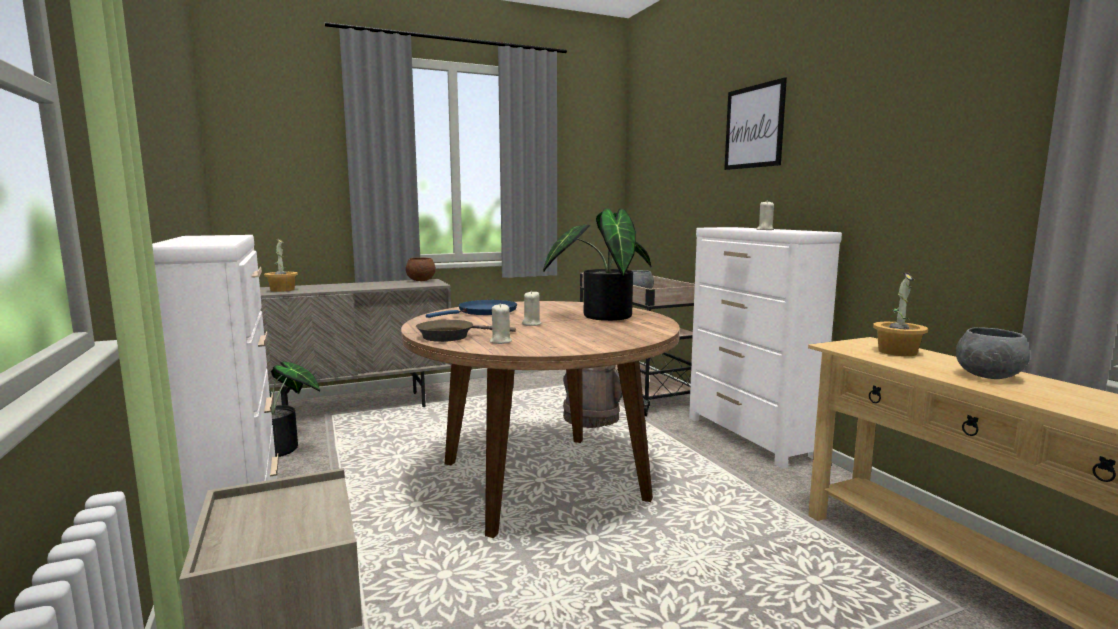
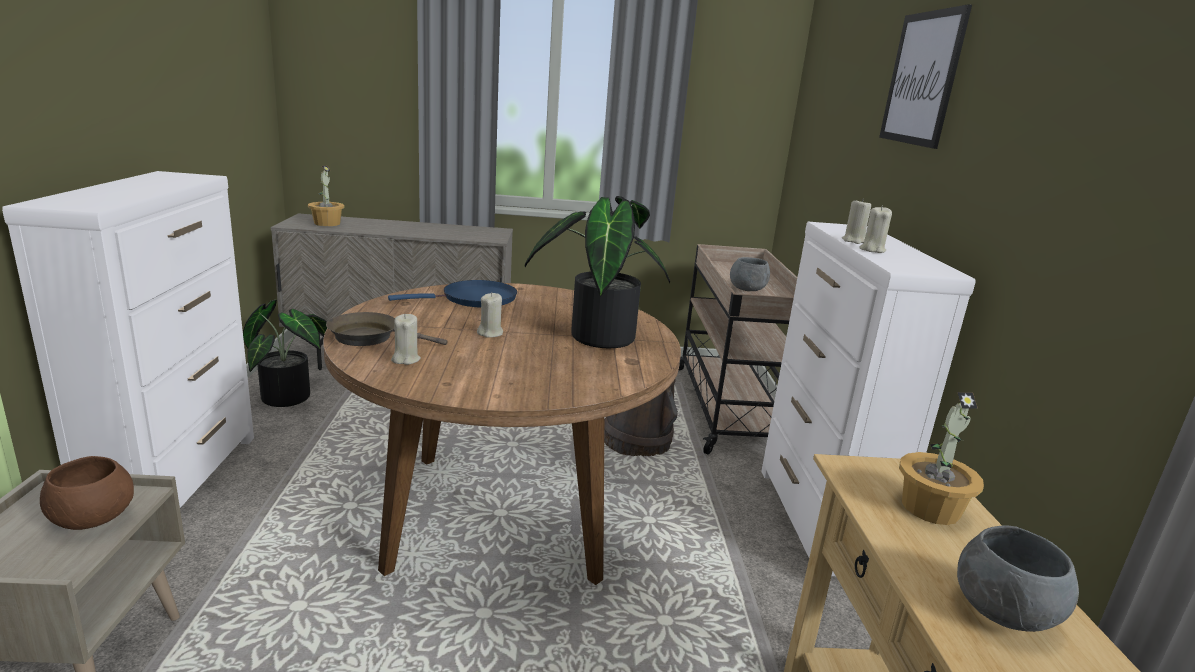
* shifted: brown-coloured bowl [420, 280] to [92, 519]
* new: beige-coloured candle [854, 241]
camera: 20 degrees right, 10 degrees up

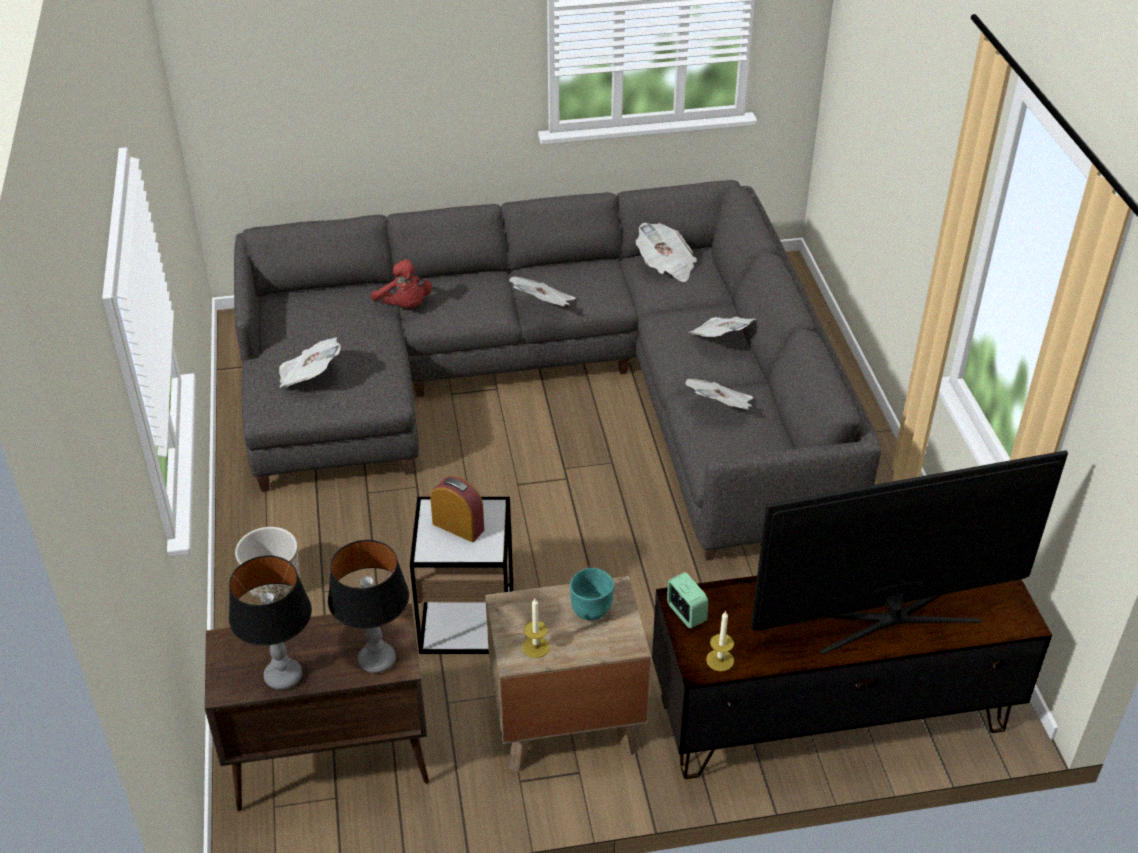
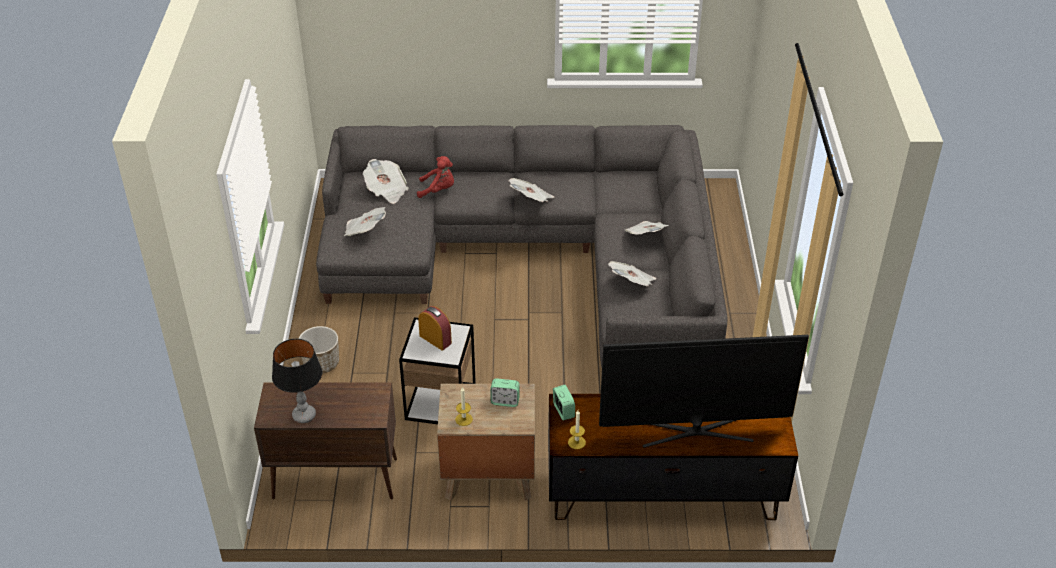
* shifted: newspaper [666, 266] to [386, 190]
* rotated: red soft toy [404, 306] = [438, 190] 60 degrees counterclockwise
* swapped: blue-green bowl [591, 609] to alarm clock [505, 401]
* gone: lamp for a table [377, 660]
camera: 10 degrees right, 0 degrees up

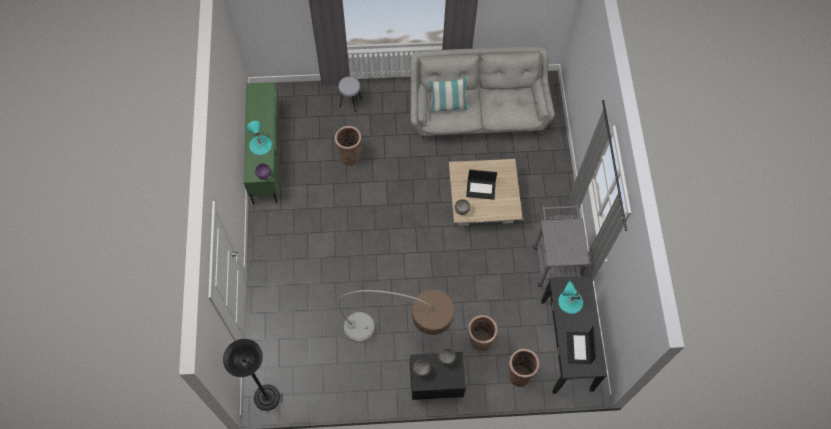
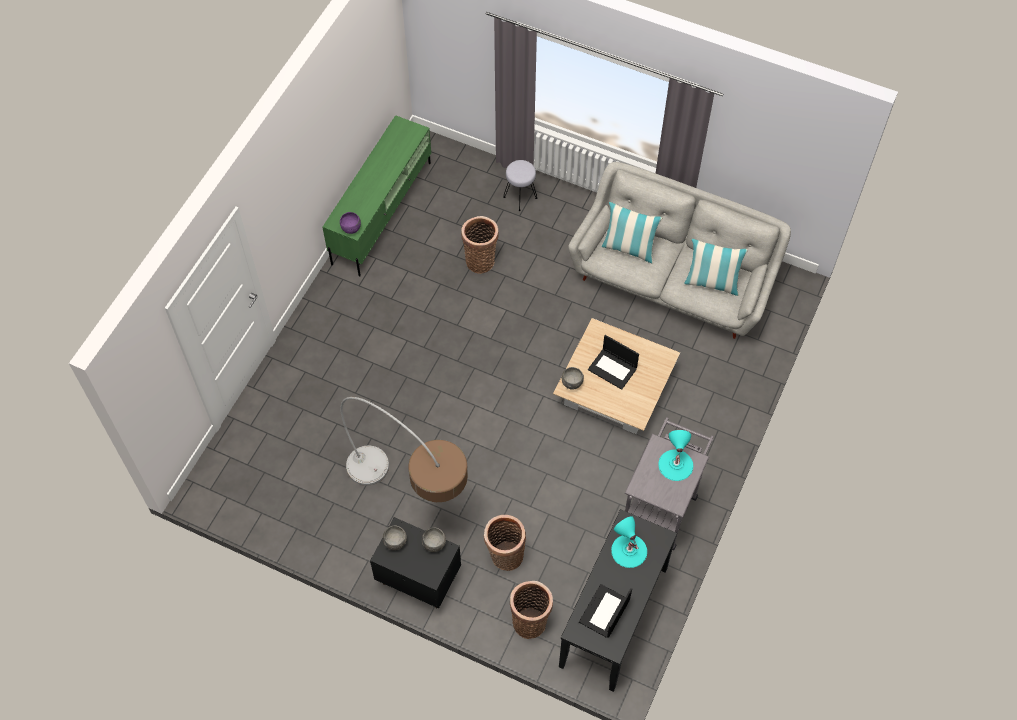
* shifted: blue-green lamp for a table [260, 145] to [675, 465]
* new: throw pillow [712, 283]
* gone: black standing lamp [267, 398]
camera: 30 degrees right, 5 degrees down

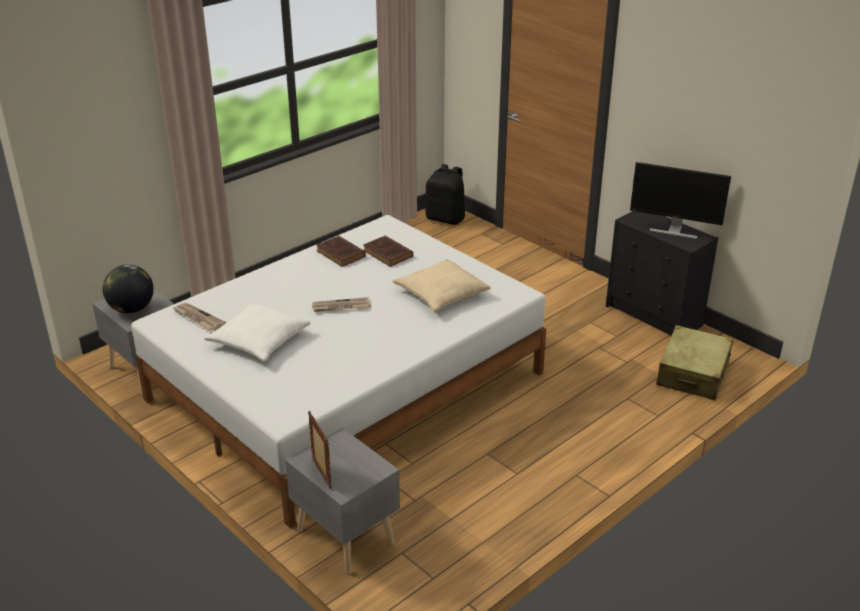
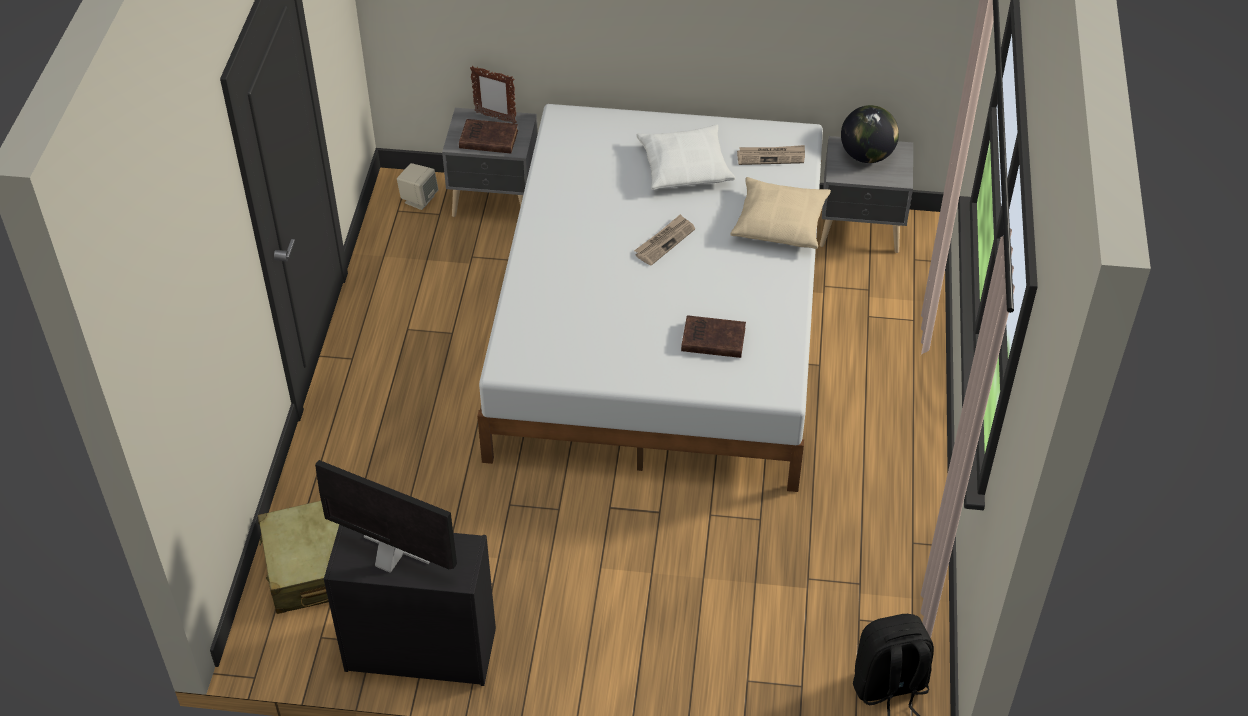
* rotated: monitor [674, 230] = [392, 557] 45 degrees clockwise
* new: beige-coloured loudspeaker [419, 199]
* shifted: brown-coloured bound book [341, 254] to [487, 139]
* shifted: beige-coloured throw pillow [441, 294] to [780, 222]
camera: 140 degrees right, 15 degrees up

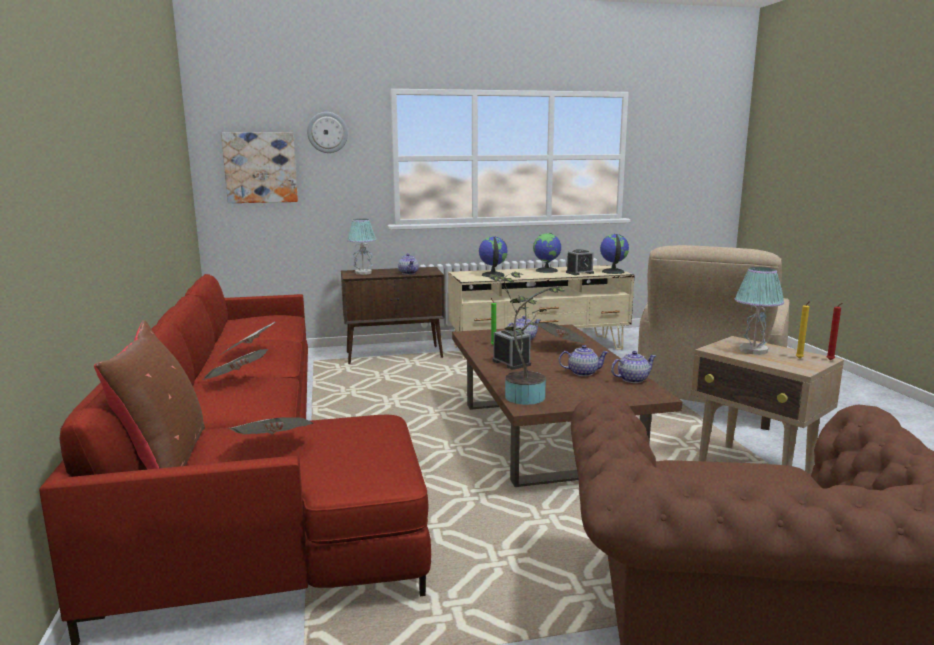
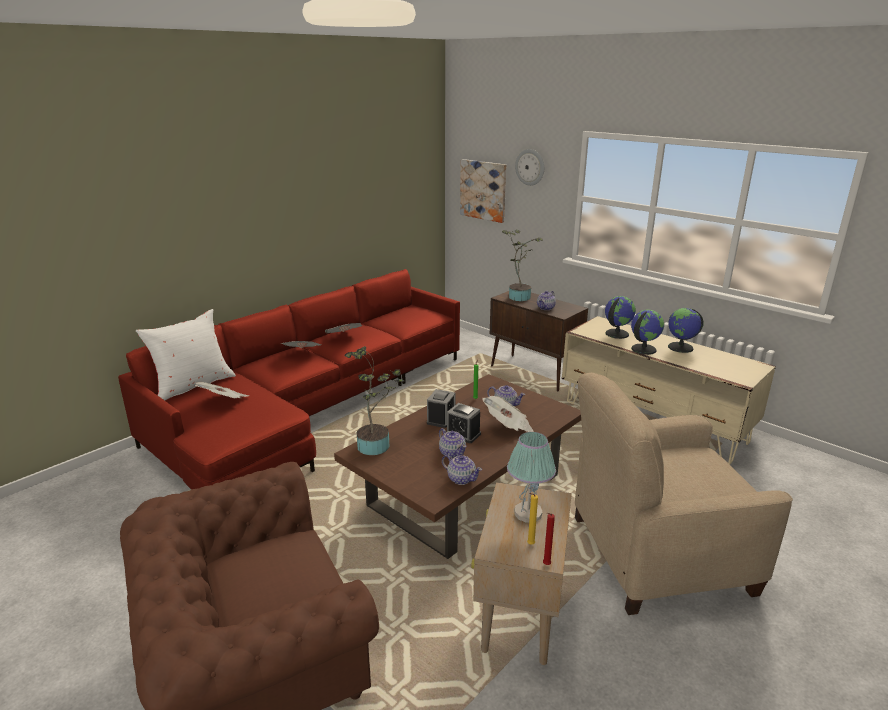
* repainted: brown-coloured throw pillow [165, 461] to whitish throw pillow [193, 385]
* shifted: alarm clock [579, 273] to [463, 434]
* swapped: lamp for a table [363, 273] to potted plant [519, 296]
* shifted: desk globe [612, 271] to [643, 349]
camera: 55 degrees right, 10 degrees up

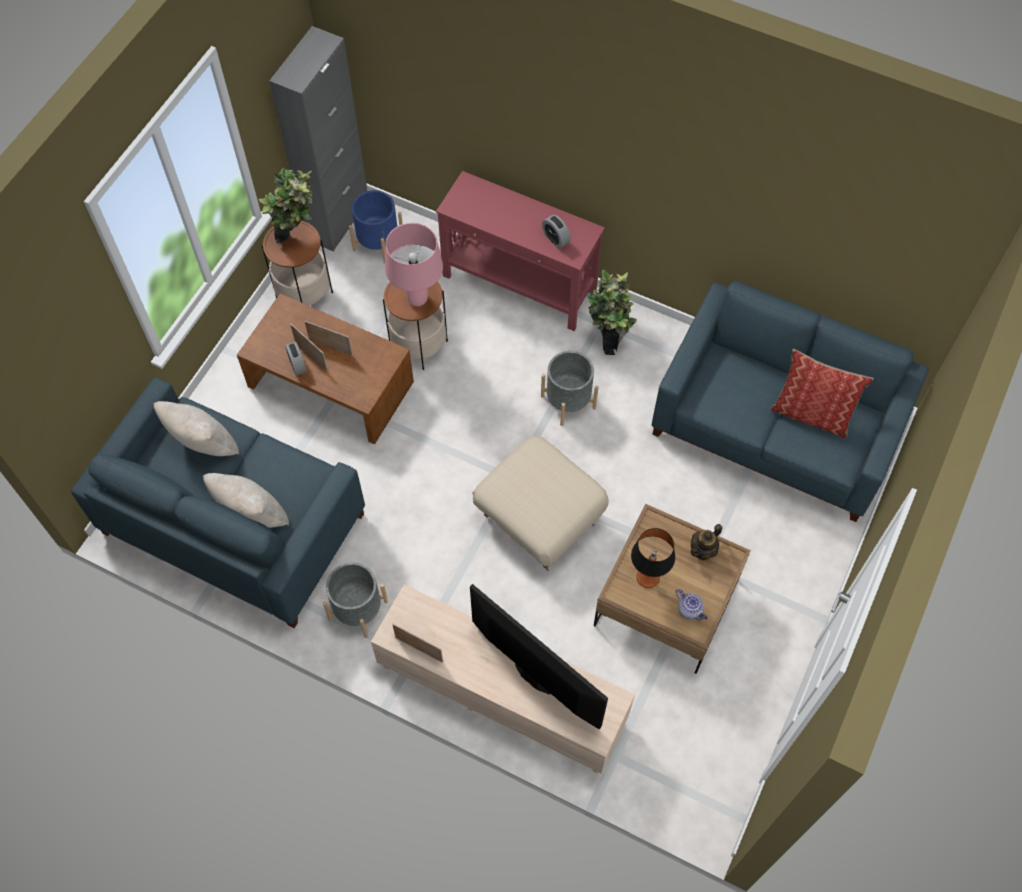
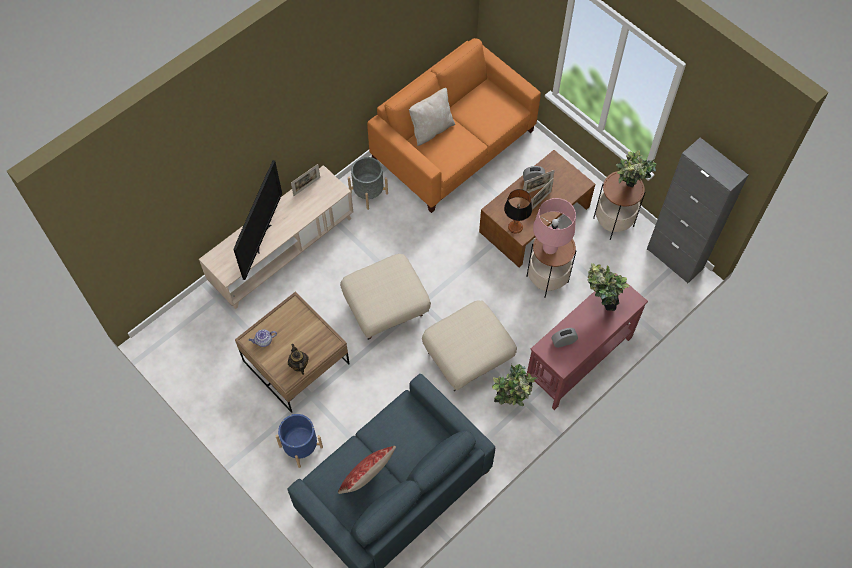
* rotated: television [533, 678] = [261, 238] 45 degrees counterclockwise
* shifted: bluish flower pot [378, 243] to [301, 446]
* repainted: bluish settee [234, 522] to orange-coloured settee [454, 145]
* swapped: grey flower pot [568, 402] to beige-coloured footrest [467, 357]
* shifted: lamp for a table [648, 577] to [515, 227]
* new: potted plant [599, 306]
* gone: beige-coloured throw pillow [203, 445]
camera: 110 degrees right, 0 degrees up

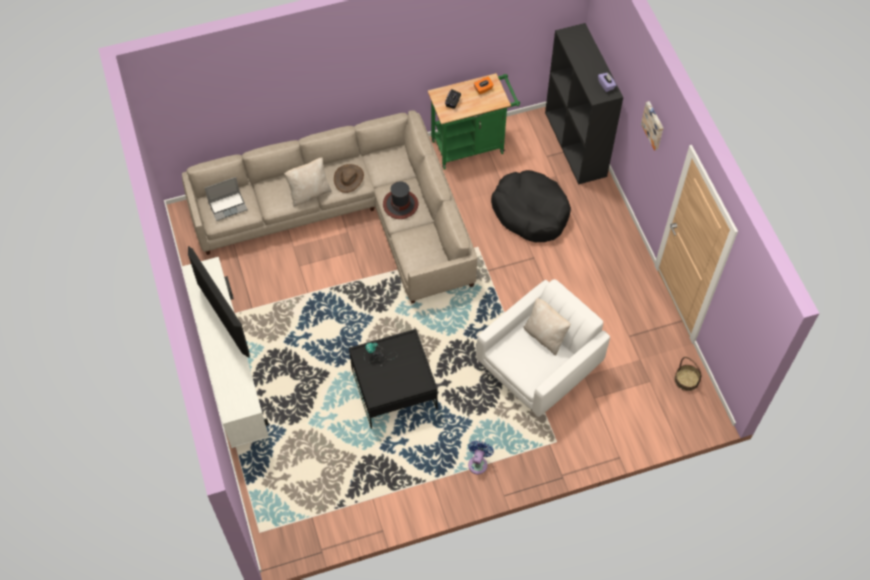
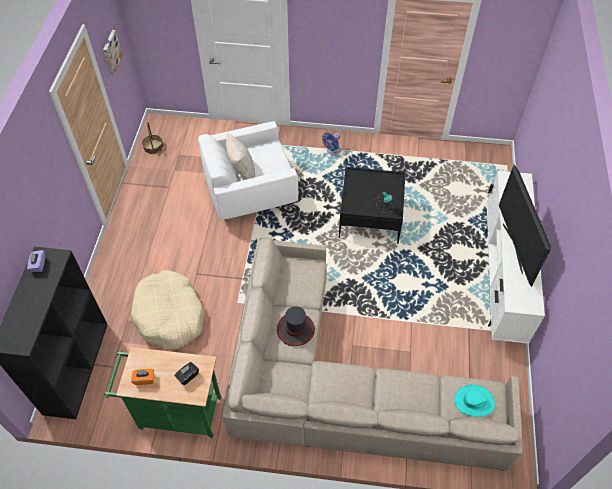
* shifted: wall art [653, 125] to [111, 52]
* repainted: black dog cushion [530, 212] to beige-coloured dog cushion [169, 315]
* swapped: portable computer [228, 206] to blue-green clothing hat [474, 402]
* gone: beige-coloured throw pillow [309, 193]
* gone: brown-coloured clothing hat [348, 178]
camera: 155 degrees left, 5 degrees down

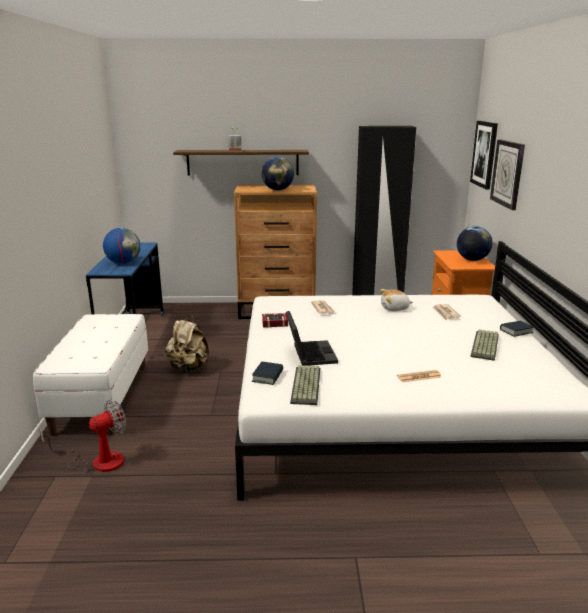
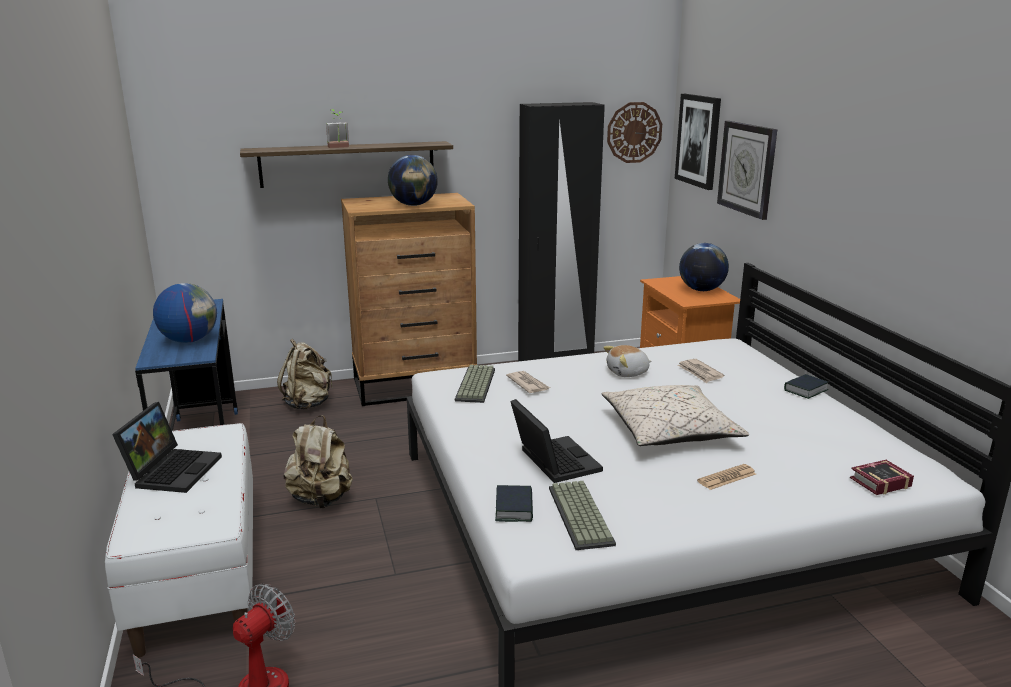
* new: portable computer [173, 470]
* new: beige-coloured knapsack [308, 404]
* shifted: keyboard [486, 346] to [477, 385]
* new: beige-coloured throw pillow [669, 431]
* new: clock on the wall [634, 132]
* shifted: bound book [273, 323] to [877, 482]
camera: 15 degrees left, 0 degrees up

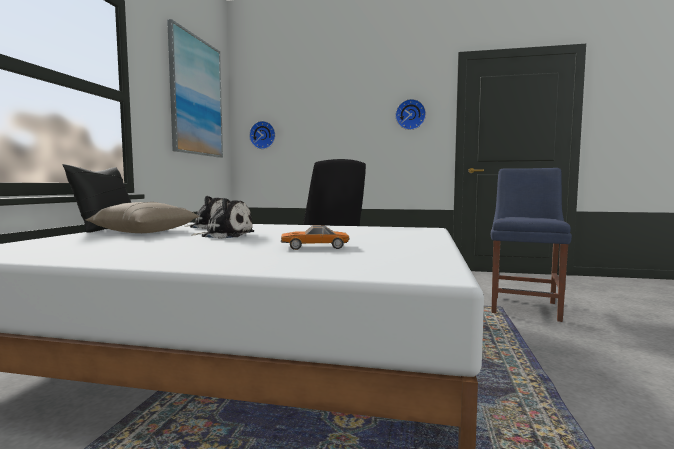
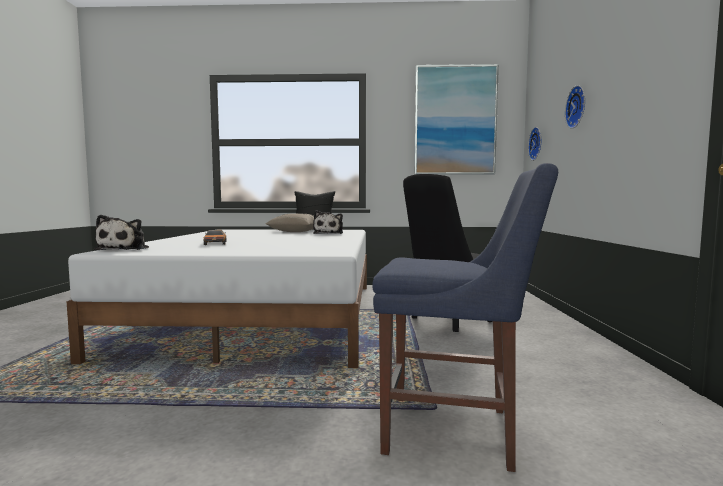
* shifted: soft toy [225, 235] to [125, 249]
* shifted: clock on the wall [410, 114] to [578, 107]
camera: 80 degrees right, 0 degrees up

